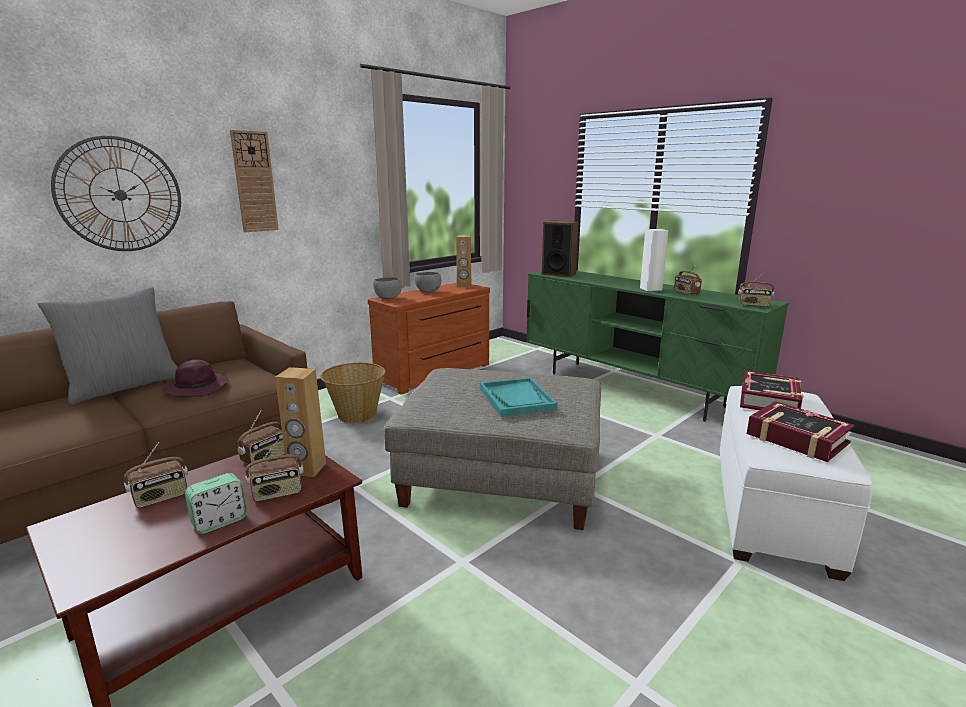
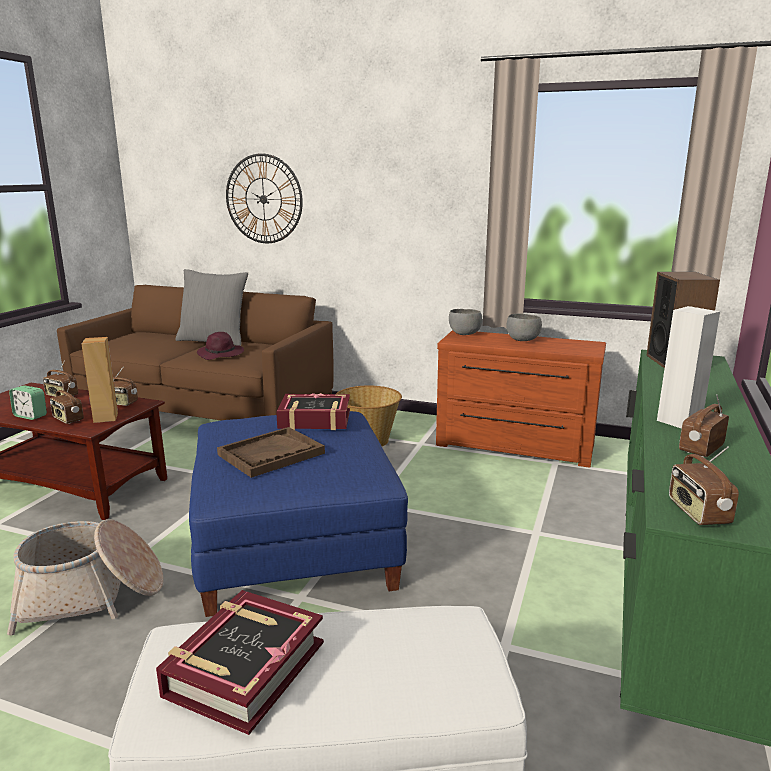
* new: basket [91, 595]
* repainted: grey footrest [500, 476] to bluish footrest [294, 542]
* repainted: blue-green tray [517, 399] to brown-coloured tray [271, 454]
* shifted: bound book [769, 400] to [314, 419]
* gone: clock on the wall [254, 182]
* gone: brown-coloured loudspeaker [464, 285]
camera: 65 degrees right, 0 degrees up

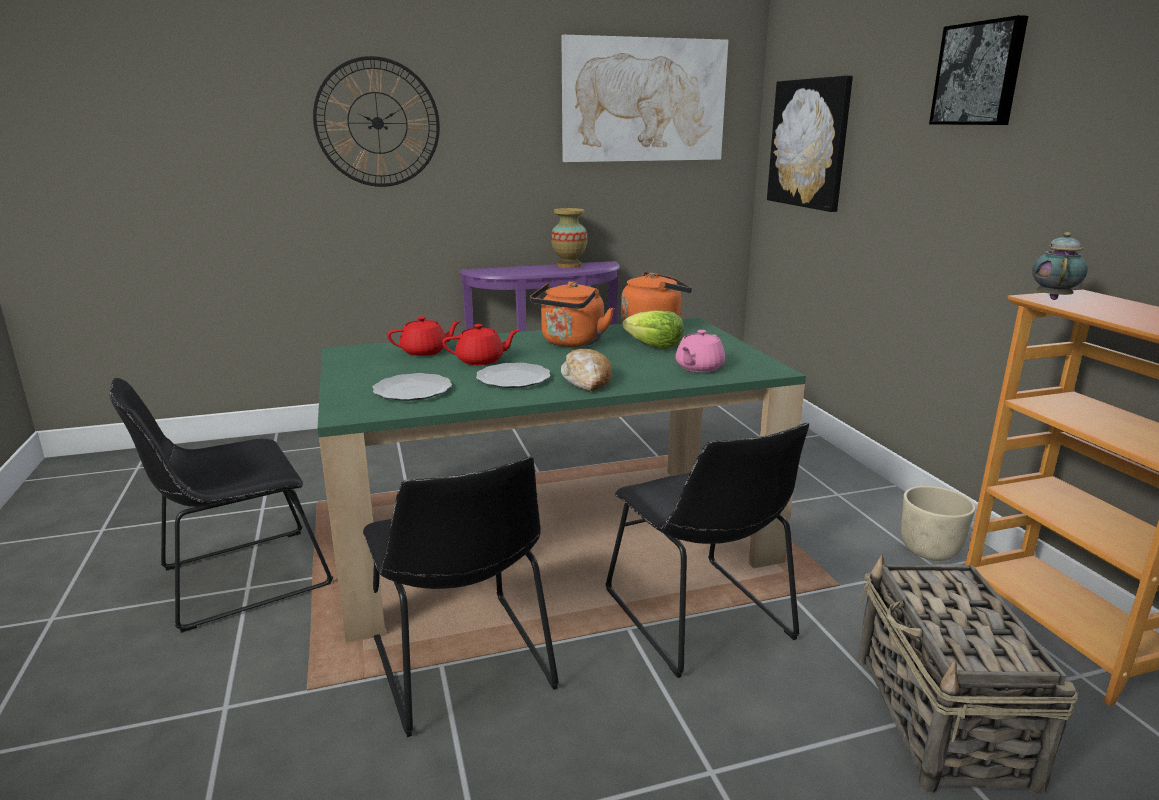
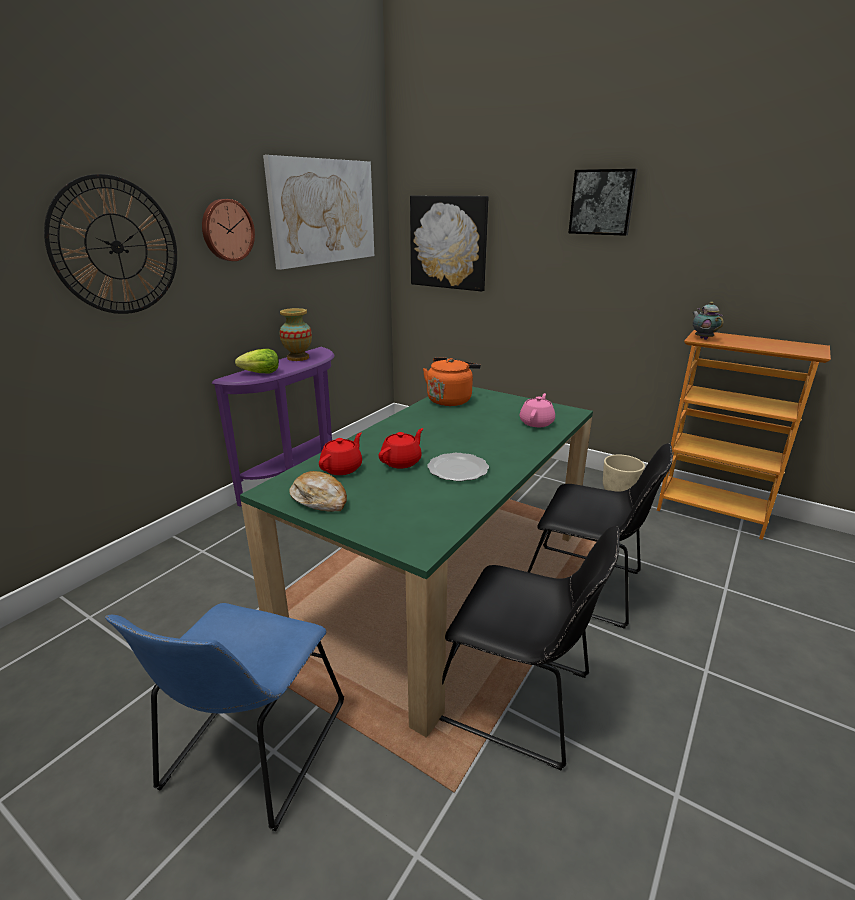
* repainted: black chair [237, 579] to bluish chair [251, 750]
* new: clock on the wall [227, 230]
* shifted: lettuce head [654, 346] to [261, 373]
* shifted: bread [587, 380] to [320, 500]
* rotated: pinkish tea pot [698, 368] = [537, 422] 150 degrees counterclockwise
* gone: flat dish [411, 390]
* gone: orange-coloured tea kettle [571, 343]
* gone: basket [942, 720]
camera: 40 degrees left, 5 degrees up

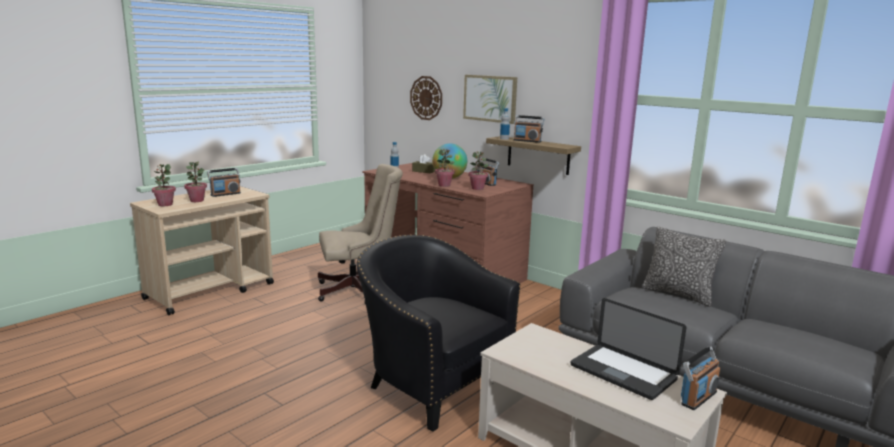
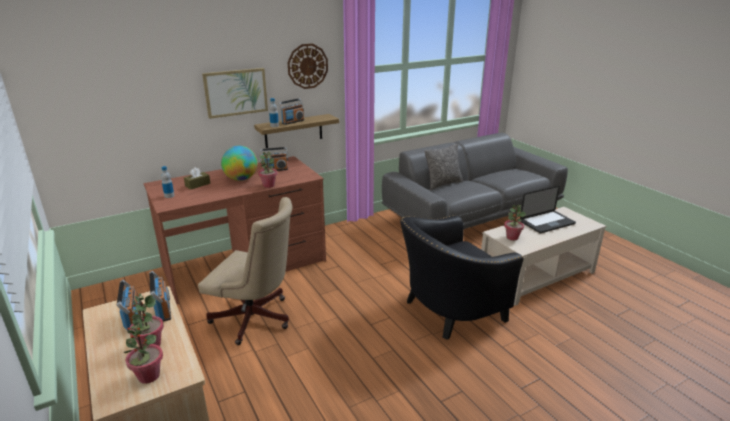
* shifted: radio receiver [698, 398] to [163, 309]
* rotated: beige-coloured computer chair [359, 290] = [256, 320] 105 degrees clockwise
* shifted: clock on the wall [426, 98] to [307, 66]
* shifted: potted plant [477, 188] to [512, 237]
camera: 70 degrees left, 10 degrees up

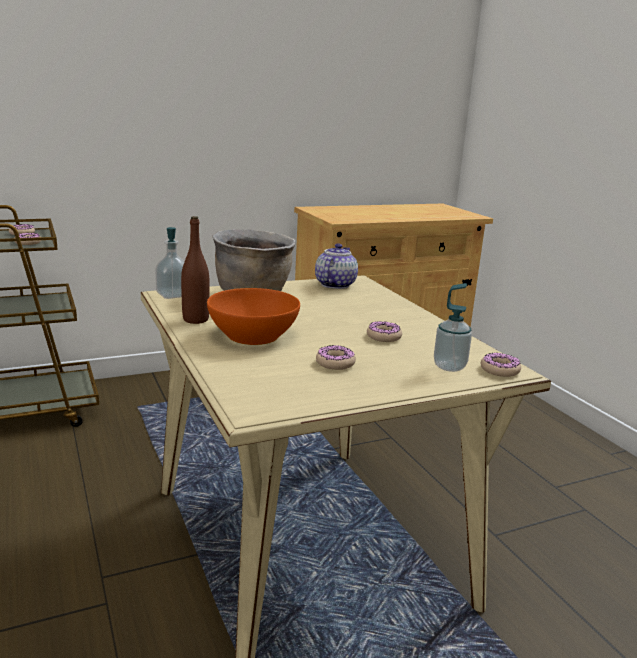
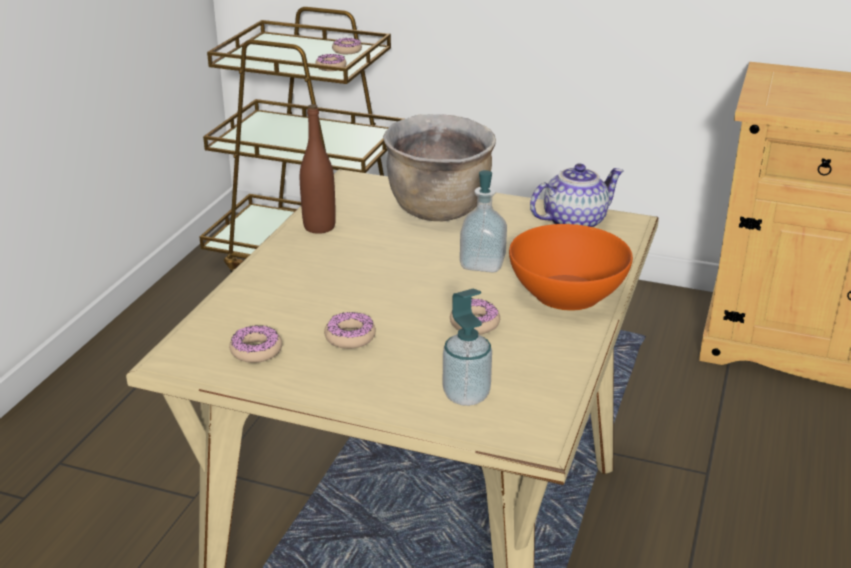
* shifted: donut [499, 370] to [256, 350]
* shifted: soap bottle [173, 295] to [482, 263]
* shifted: orange-coloured bowl [252, 335] to [567, 293]
camera: 45 degrees right, 10 degrees up

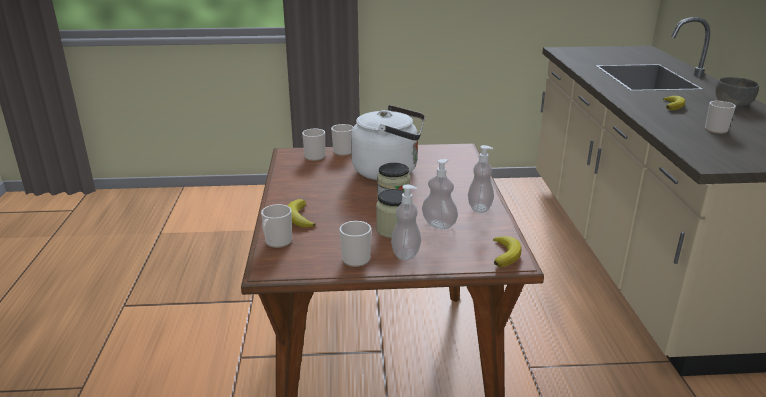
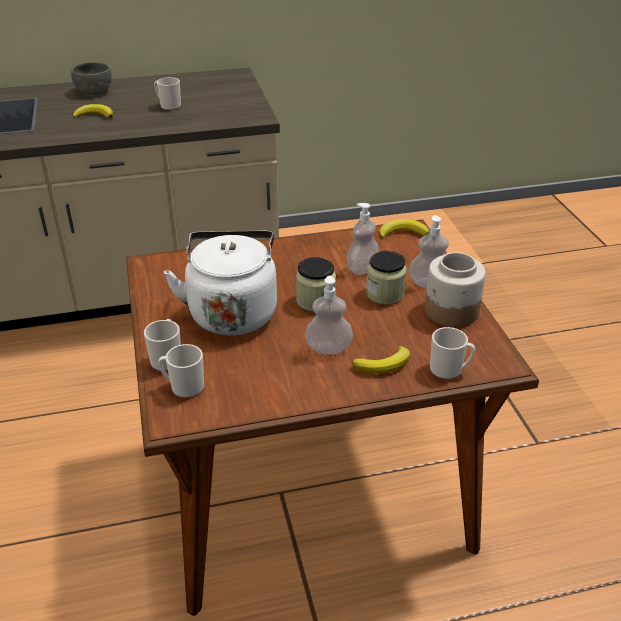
* shifted: soap bottle [479, 207] to [328, 348]
* swapped: tea mug [355, 257] to preserve jar [451, 311]
camera: 100 degrees left, 10 degrees up

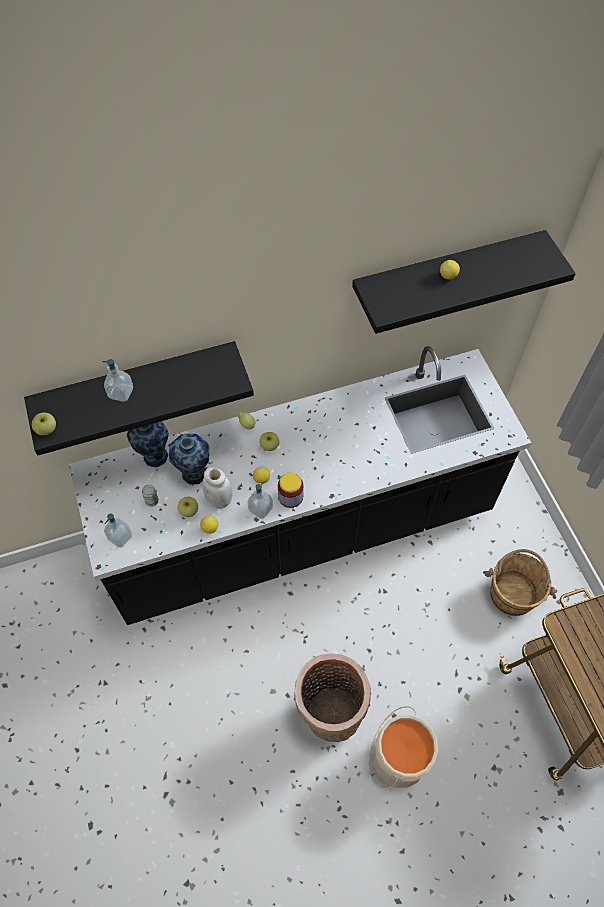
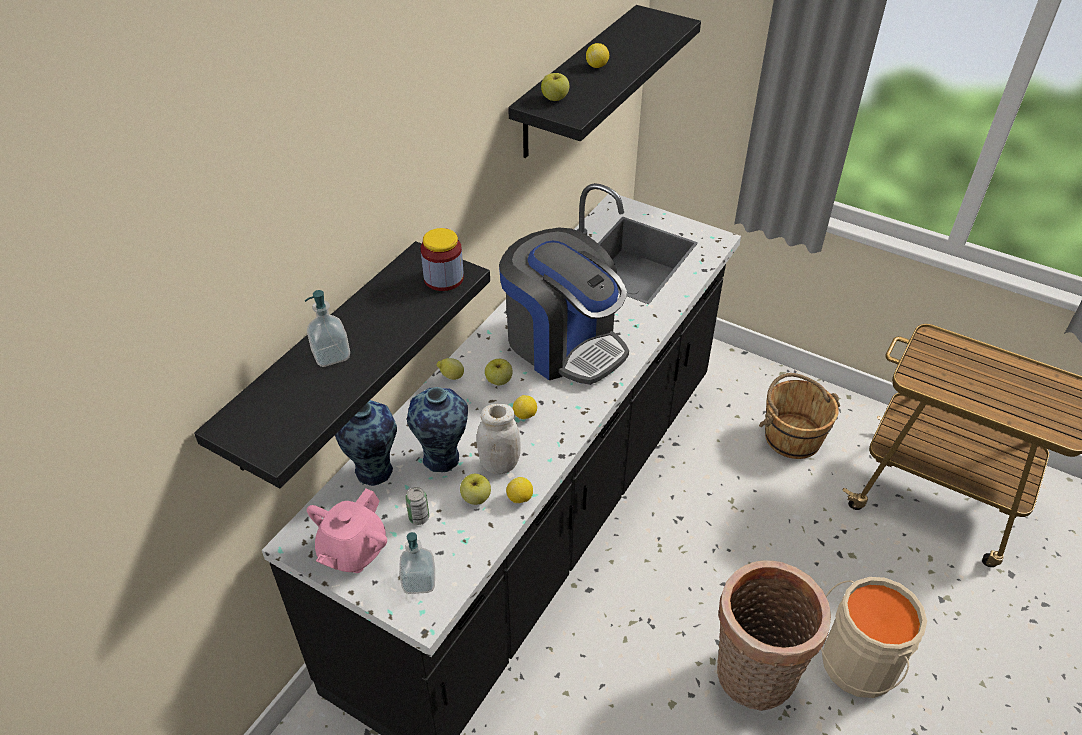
* new: pinkish tea pot [352, 551]
* shifted: preserve jar [290, 496] to [443, 278]
* new: coffee machine [563, 344]
* shifted: apple [47, 430] to [555, 98]
* gone: soap bottle [260, 509]
camera: 40 degrees left, 15 degrees down

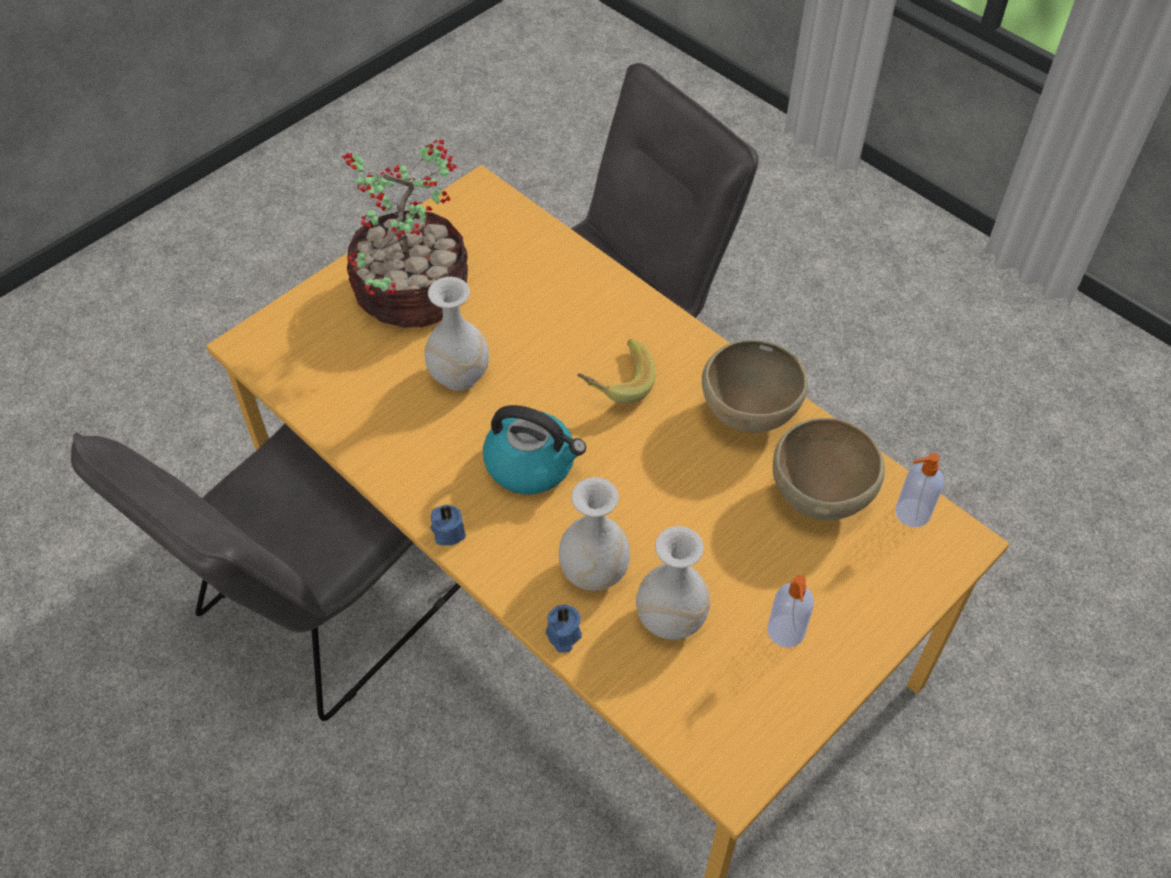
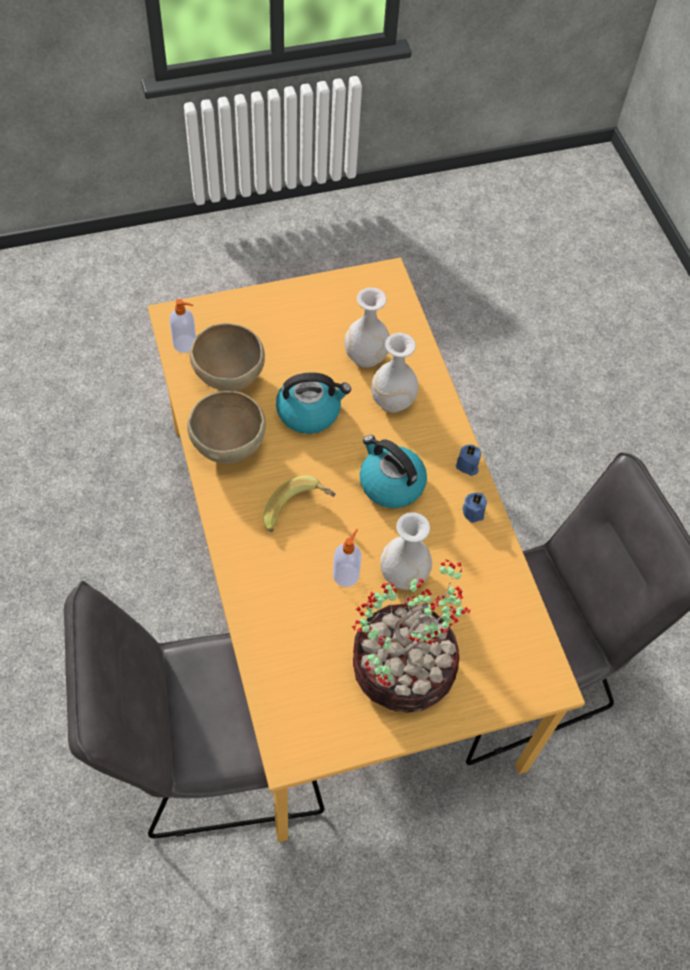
* new: tea kettle [309, 411]
* shifted: soap bottle [786, 632] to [346, 574]
* shifted: bluish candle [563, 636] to [474, 511]
camera: 155 degrees left, 5 degrees up

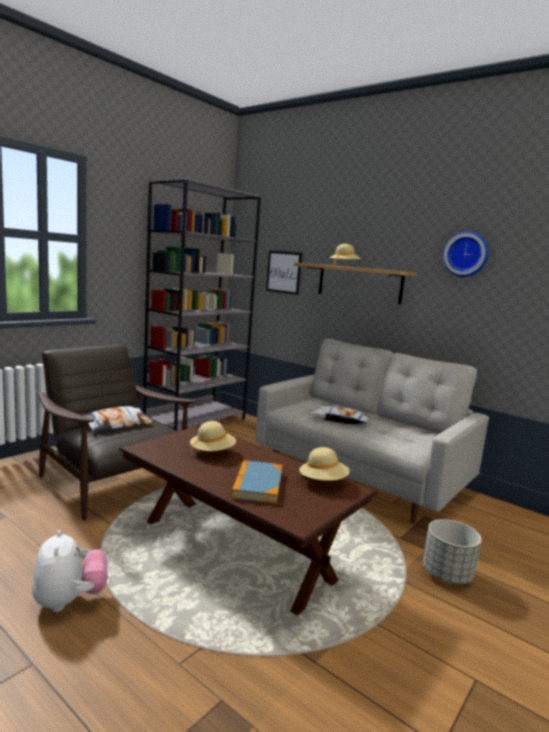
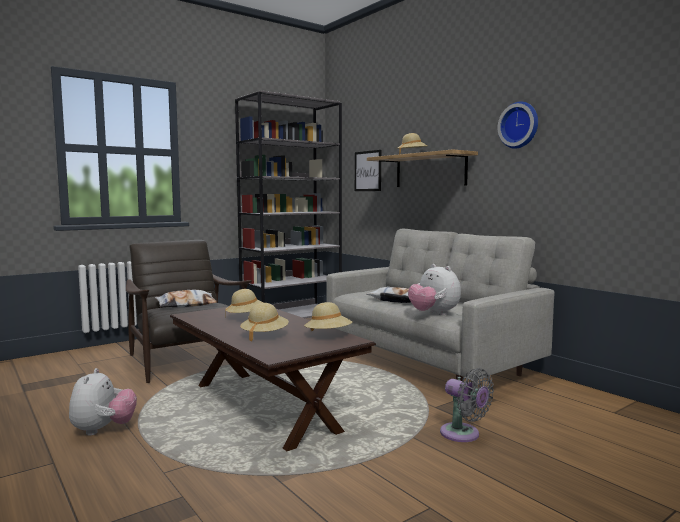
* swapped: bound book [257, 484] to beige-coloured clothing hat [264, 335]
* new: soft toy [434, 314]
* swapped: grey flower pot [446, 574] to grey fan [463, 435]
camera: 15 degrees right, 5 degrees down

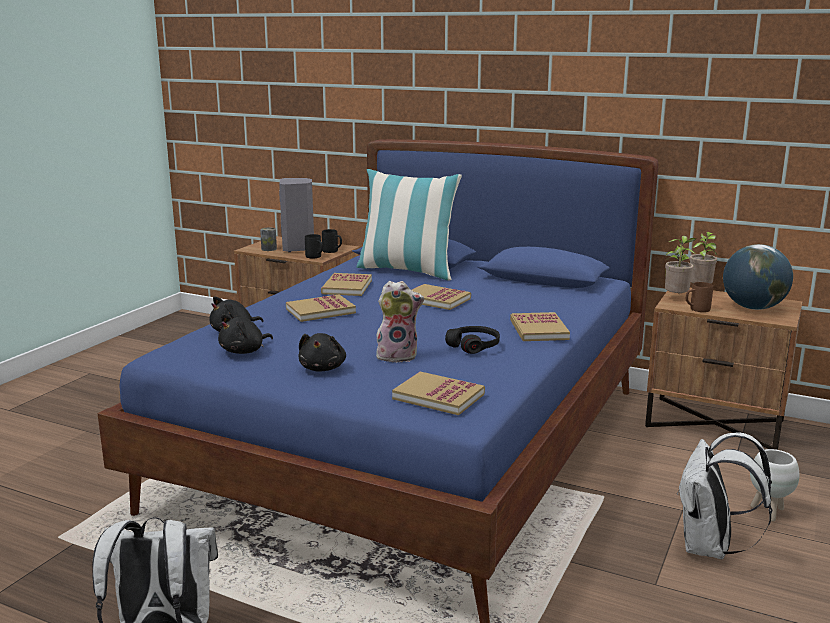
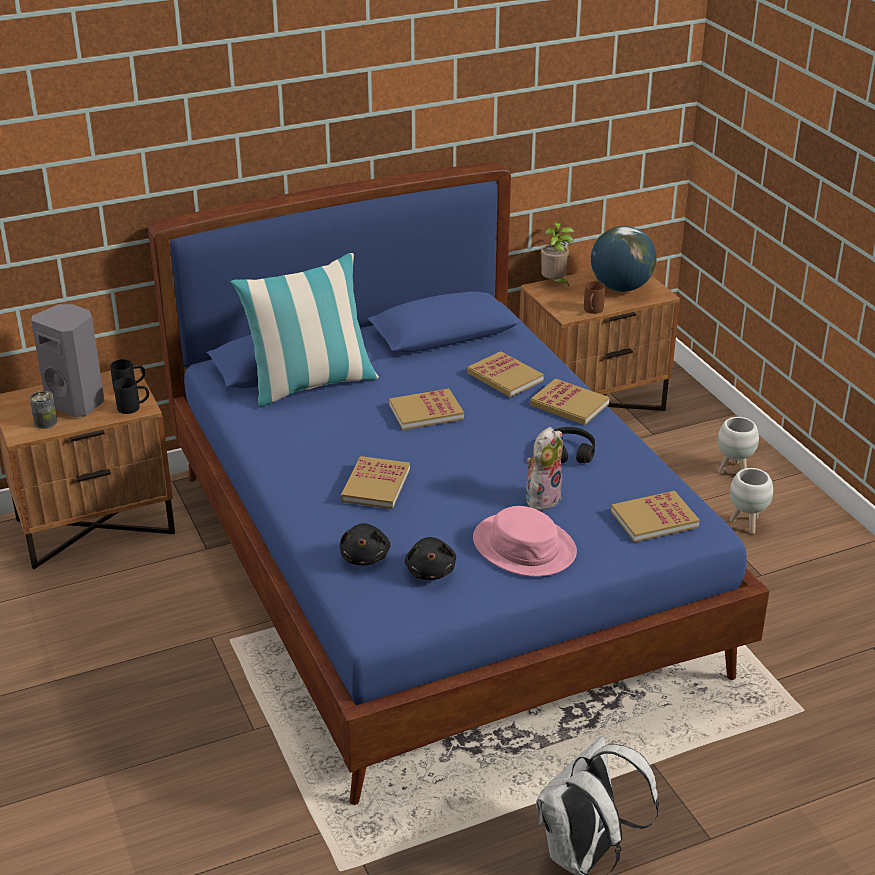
* shifted: bound book [347, 287] to [505, 377]
* swapped: black soft toy [323, 368] to pinkish clothing hat [524, 546]
* swapped: whitish knapsack [710, 548] to whitish flower pot [746, 524]
* gone: potted plant [676, 298]
camera: 50 degrees left, 15 degrees up

